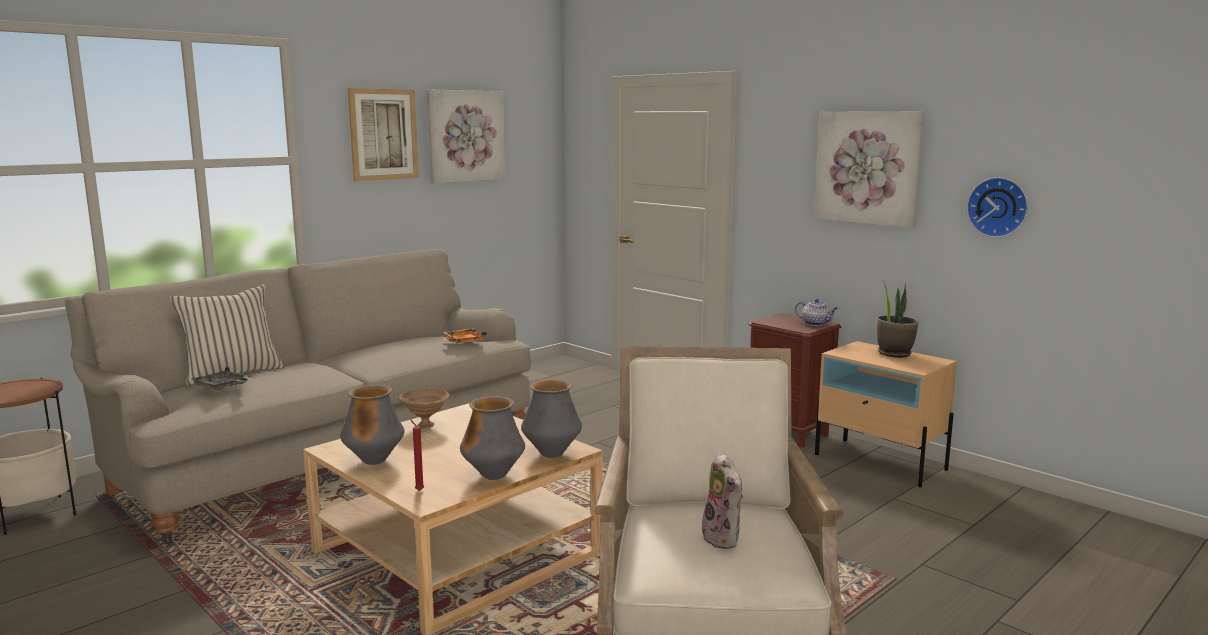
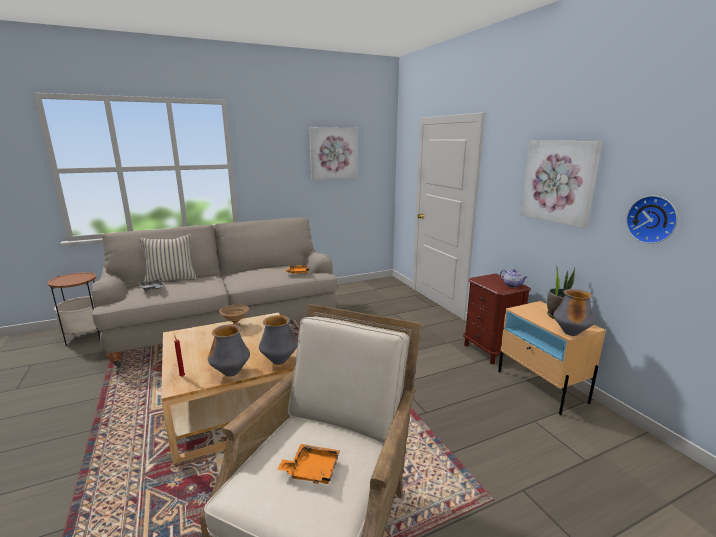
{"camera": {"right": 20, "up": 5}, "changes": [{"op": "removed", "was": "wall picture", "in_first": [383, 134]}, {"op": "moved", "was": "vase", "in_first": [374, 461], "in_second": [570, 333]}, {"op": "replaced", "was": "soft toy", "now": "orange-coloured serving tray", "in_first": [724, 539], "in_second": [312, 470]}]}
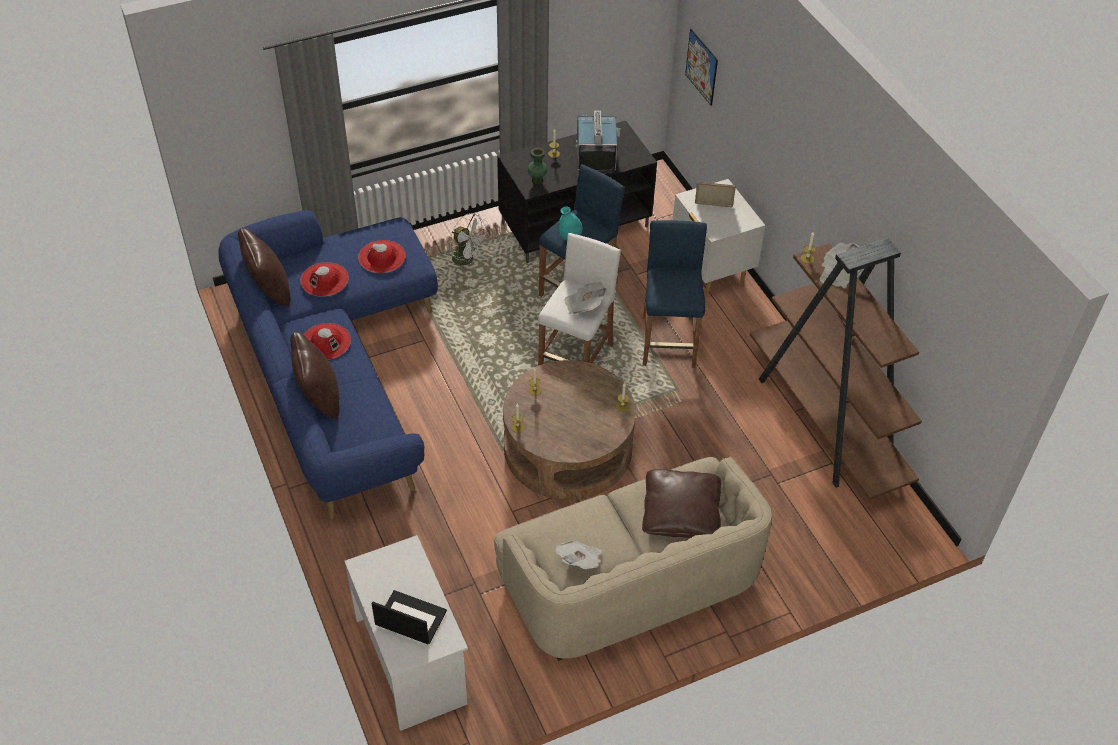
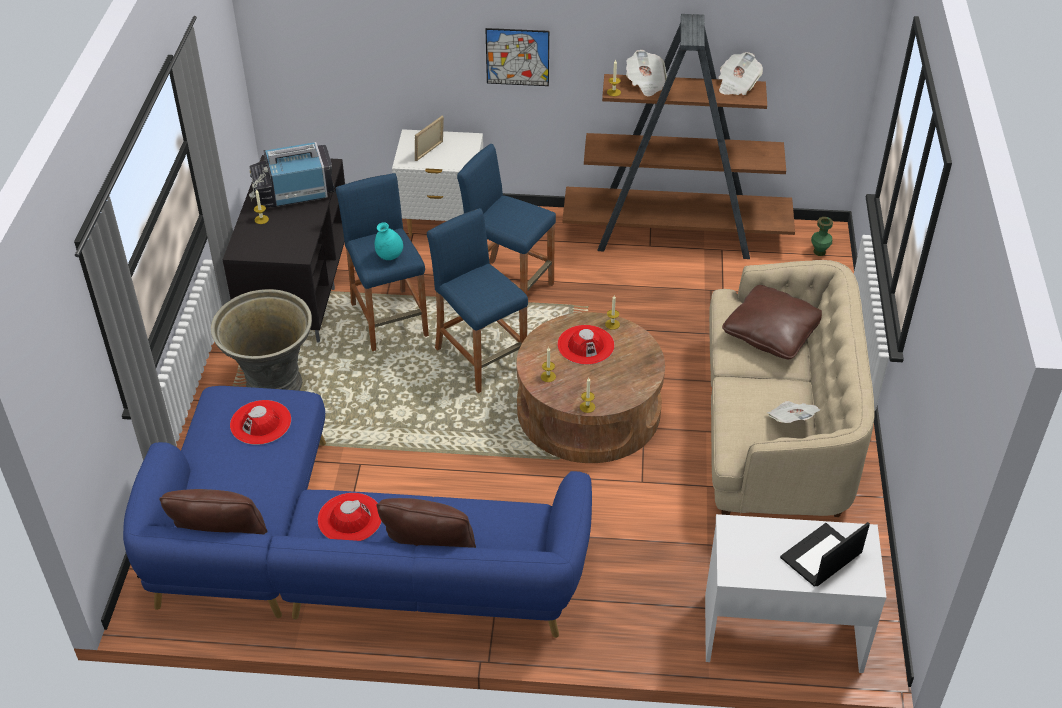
{"camera": {"right": -60, "up": -5}, "changes": [{"op": "moved", "was": "wall picture", "in_first": [701, 67], "in_second": [517, 57]}, {"op": "turned", "was": "television", "in_first": [596, 155], "in_second": [293, 193], "clockwise": -45}, {"op": "moved", "was": "greenish vase", "in_first": [537, 180], "in_second": [819, 252]}, {"op": "replaced", "was": "white cooling fan", "now": "grey planter", "in_first": [467, 260], "in_second": [272, 385]}, {"op": "recoloured", "was": "white stool seat", "now": "blue stool seat", "in_first": [576, 359], "in_second": [481, 358]}, {"op": "moved", "was": "reddish hat", "in_first": [324, 279], "in_second": [585, 345]}, {"op": "moved", "was": "newspaper", "in_first": [584, 305], "in_second": [737, 85]}]}
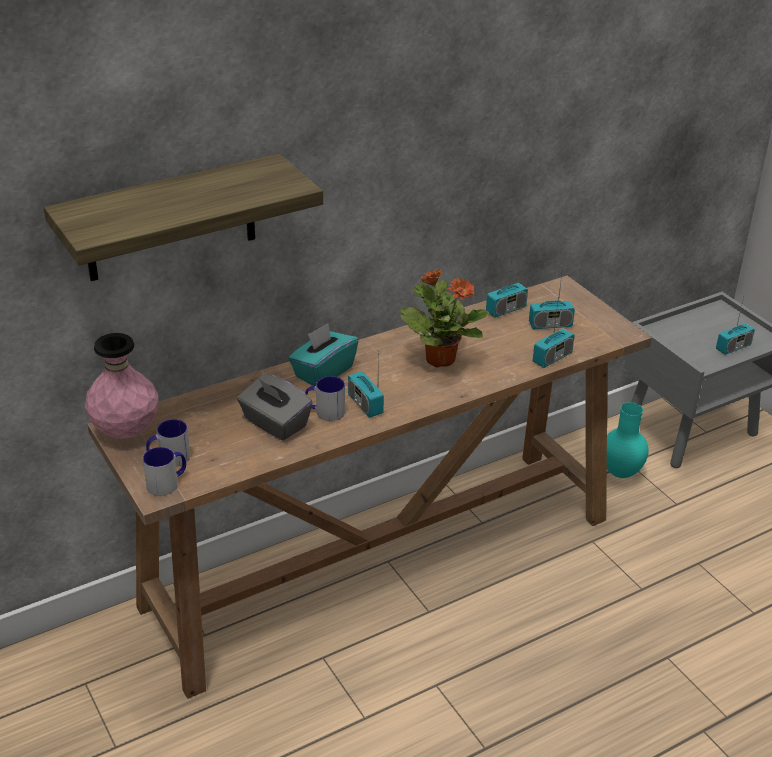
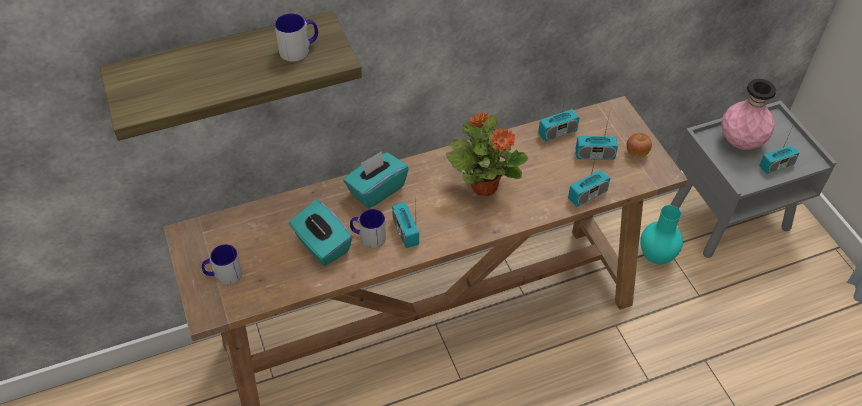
{"camera": {"right": 10, "up": 15}, "changes": [{"op": "moved", "was": "pinkish vase", "in_first": [126, 432], "in_second": [740, 142]}, {"op": "recoloured", "was": "grey box of tissues", "now": "turquoise-coloured box of tissues", "in_first": [275, 424], "in_second": [322, 245]}, {"op": "moved", "was": "coffee mug", "in_first": [167, 483], "in_second": [299, 49]}, {"op": "added", "now": "whole apple", "in_second": [636, 153]}]}
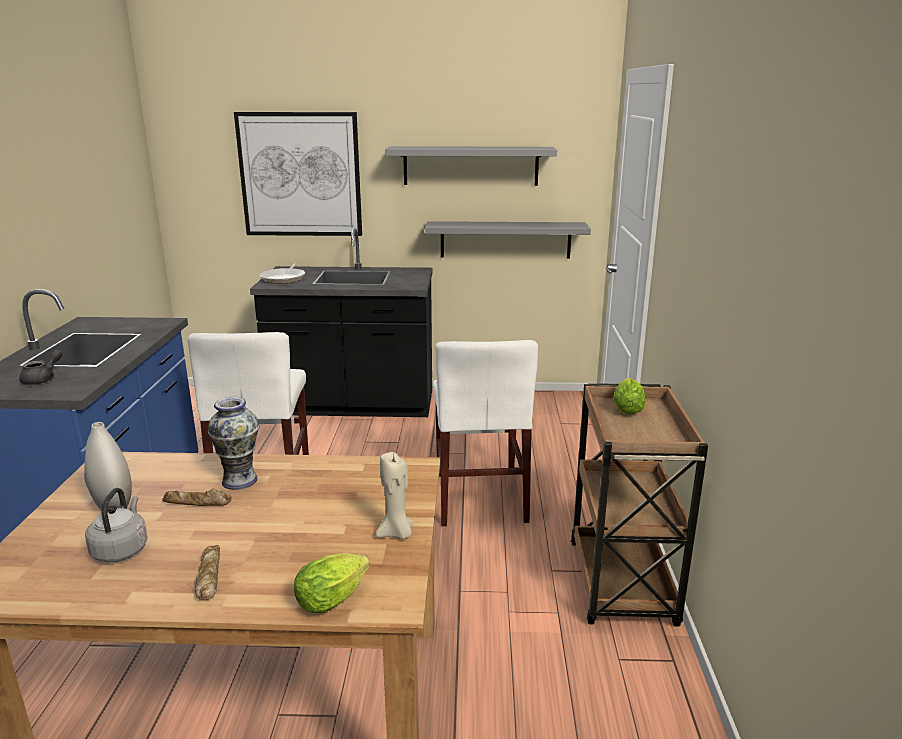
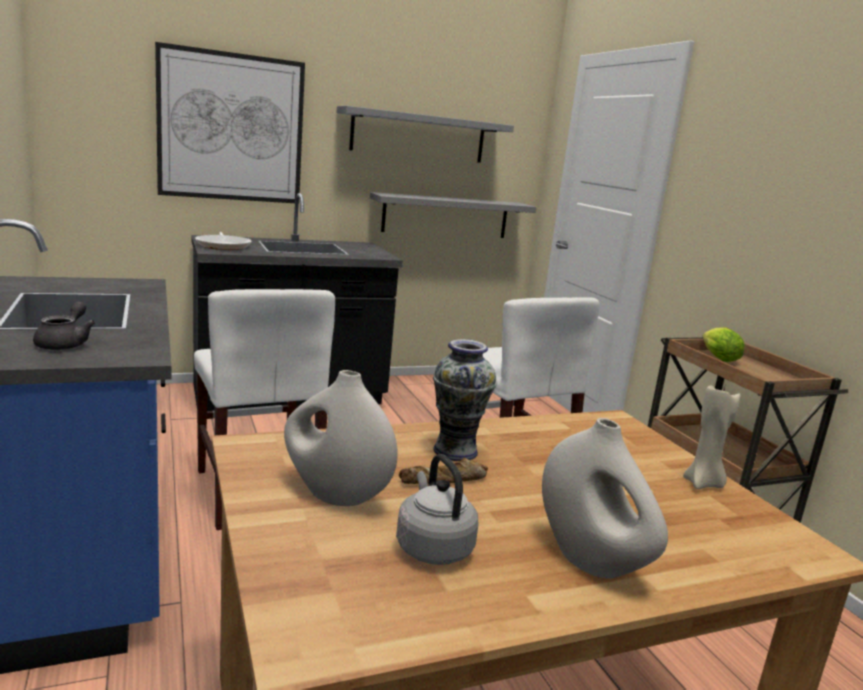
{"camera": {"right": -25, "up": -5}, "changes": [{"op": "replaced", "was": "bread", "now": "white vase", "in_first": [208, 577], "in_second": [590, 560]}, {"op": "removed", "was": "lettuce", "in_first": [335, 598]}]}
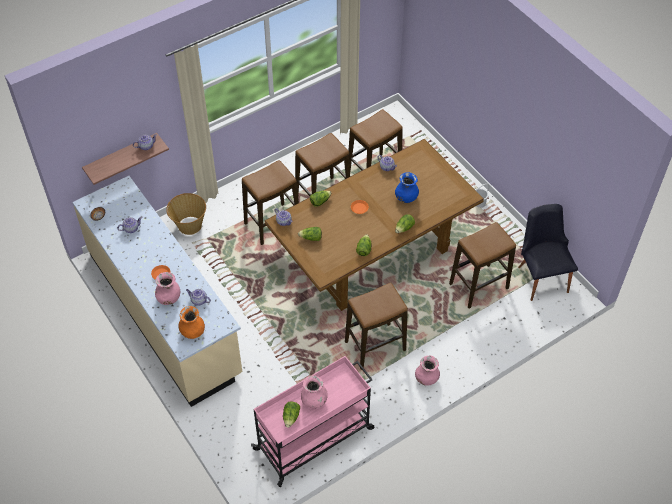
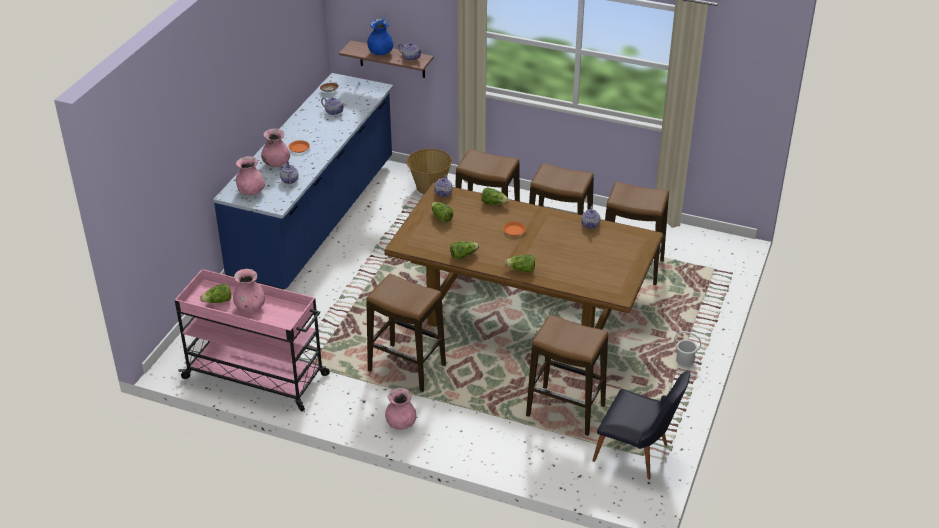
{"camera": {"right": 55, "up": -15}, "changes": [{"op": "moved", "was": "blue vase", "in_first": [406, 198], "in_second": [380, 53]}, {"op": "recoloured", "was": "sand-coloured counter", "now": "blue counter", "in_first": [164, 313], "in_second": [316, 220]}, {"op": "turned", "was": "black-coloured upright chair", "in_first": [541, 275], "in_second": [637, 455], "clockwise": 75}, {"op": "recoloured", "was": "orange-coloured vase", "now": "pinkish vase", "in_first": [192, 331], "in_second": [251, 192]}]}
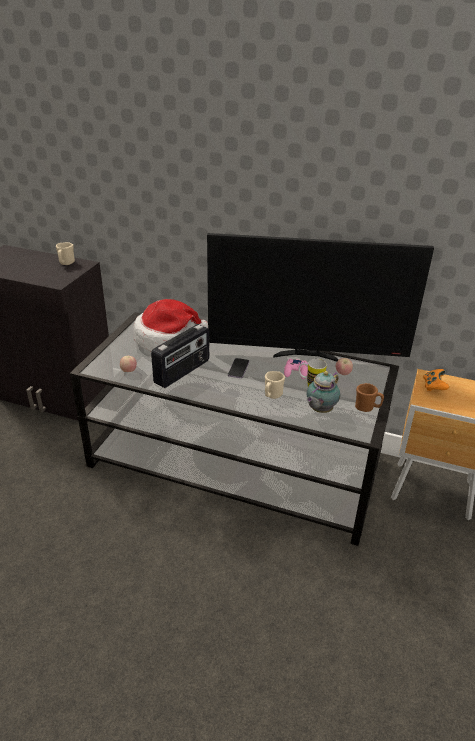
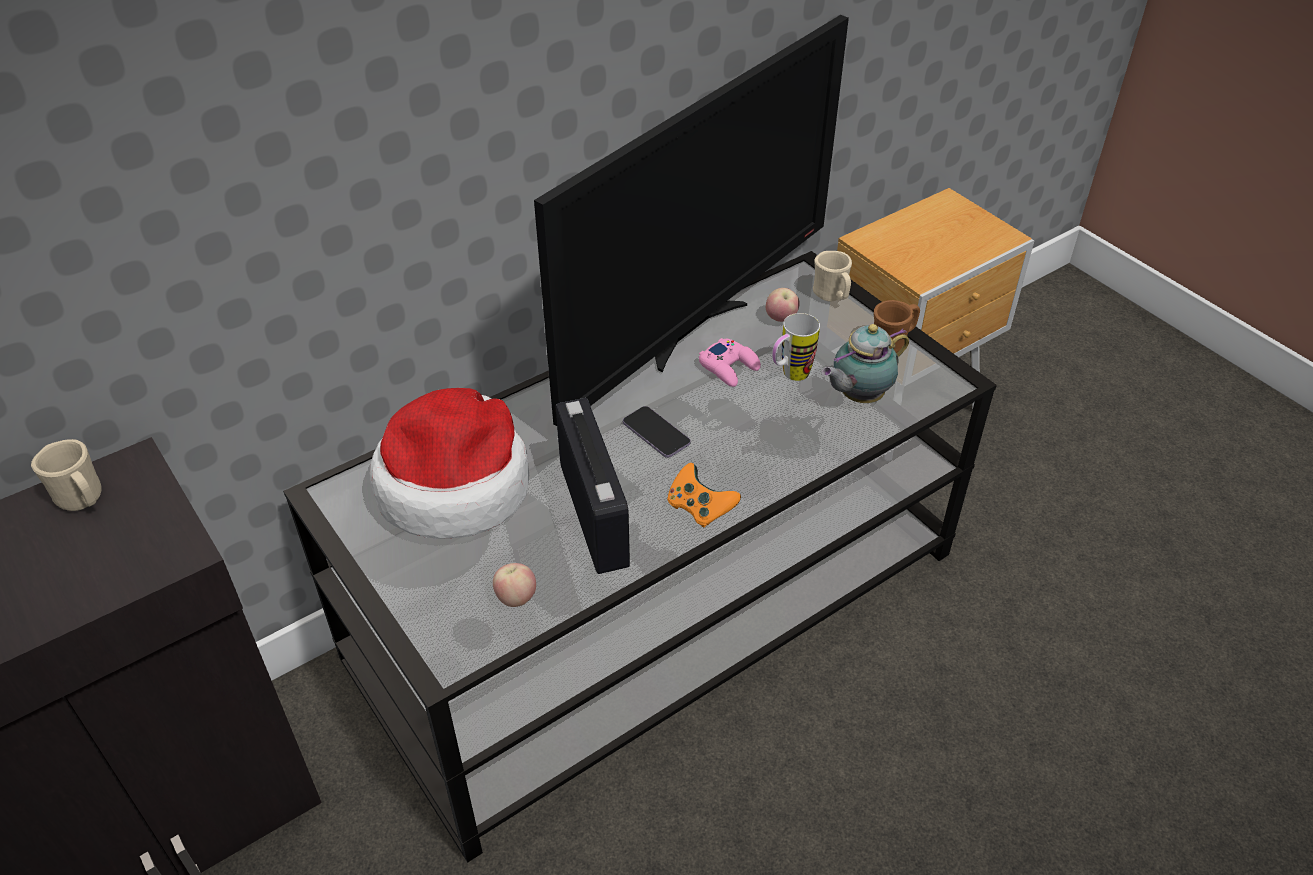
{"camera": {"right": -55, "up": 10}, "changes": [{"op": "moved", "was": "orange-coloured gamepad", "in_first": [433, 386], "in_second": [699, 508]}, {"op": "moved", "was": "sand-coloured coffee mug", "in_first": [272, 395], "in_second": [832, 296]}, {"op": "turned", "was": "pot for tea", "in_first": [320, 410], "in_second": [858, 396], "clockwise": 75}]}
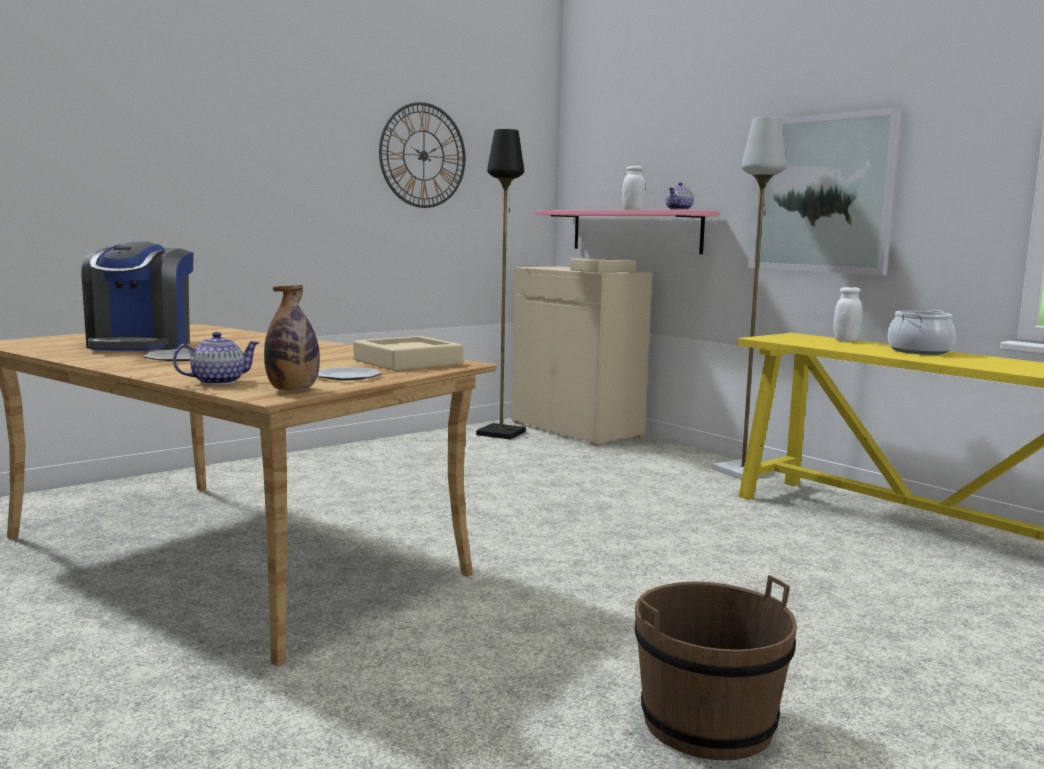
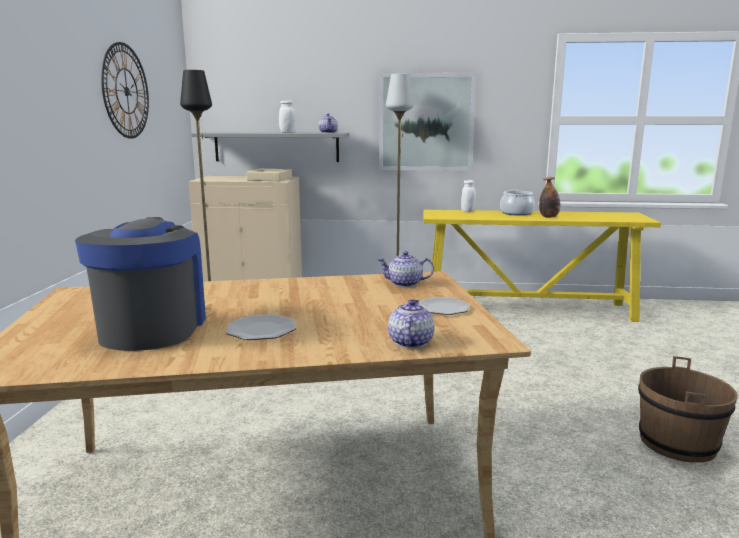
{"camera": {"right": -45, "up": 5}, "changes": [{"op": "recoloured", "was": "pinkish wall shelf", "now": "grey wall shelf", "in_first": [635, 231], "in_second": [276, 147]}, {"op": "turned", "was": "coffee brewer", "in_first": [142, 345], "in_second": [152, 328], "clockwise": -135}, {"op": "moved", "was": "drink bottle", "in_first": [293, 390], "in_second": [549, 217]}, {"op": "replaced", "was": "sand-coloured serving tray", "now": "pot for tea", "in_first": [407, 362], "in_second": [405, 284]}]}
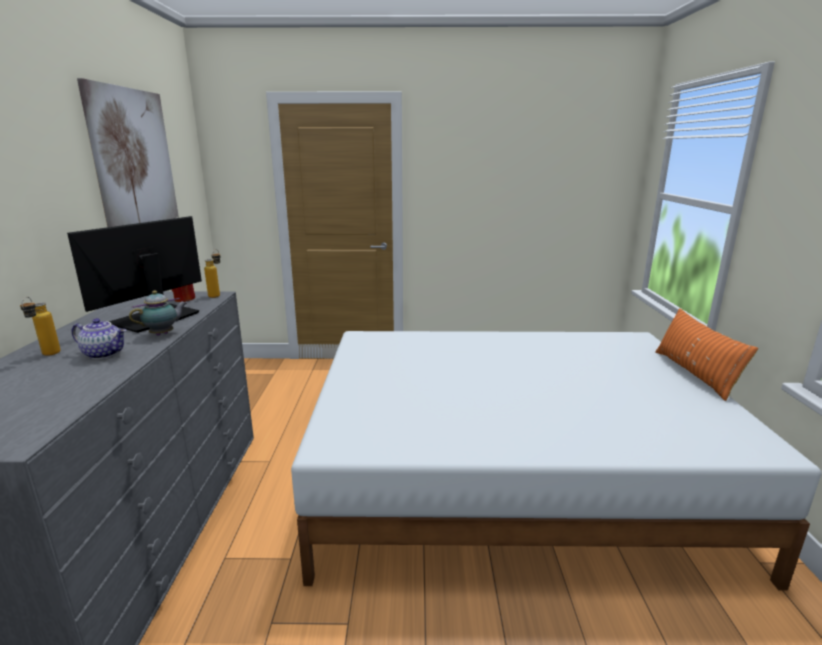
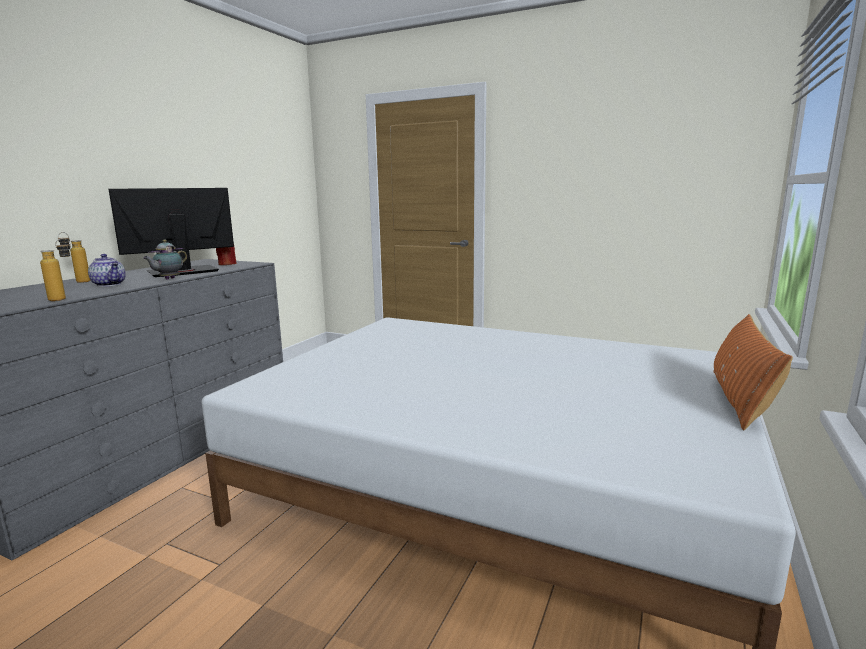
{"camera": {"right": 25, "up": -5}, "changes": [{"op": "removed", "was": "wall picture", "in_first": [134, 159]}, {"op": "moved", "was": "drink bottle", "in_first": [217, 295], "in_second": [64, 299]}, {"op": "turned", "was": "pot for tea", "in_first": [164, 334], "in_second": [168, 279], "clockwise": 135}]}
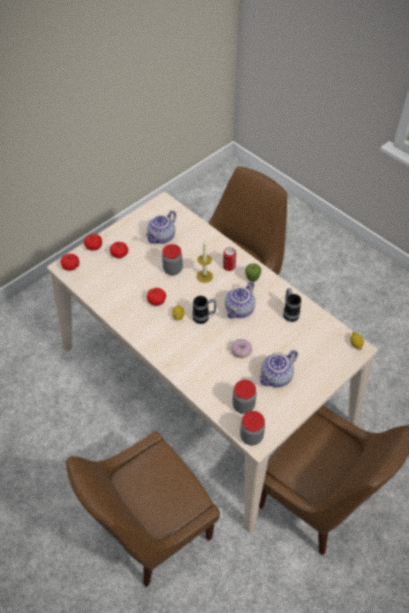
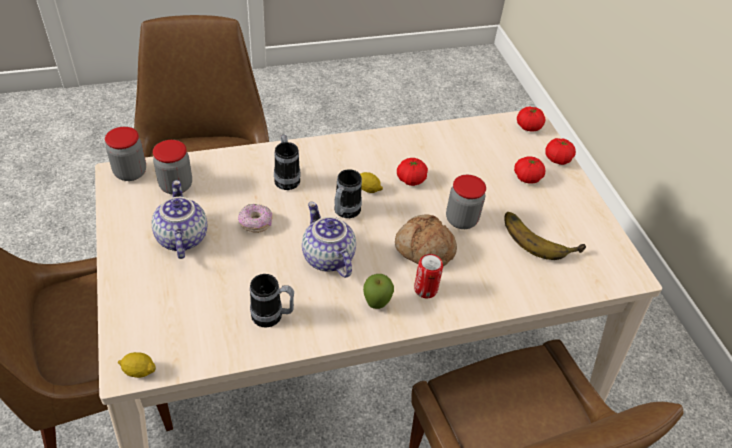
{"camera": {"right": 115, "up": -5}, "changes": [{"op": "replaced", "was": "pot for tea", "now": "banana fruit", "in_first": [162, 237], "in_second": [540, 236]}, {"op": "replaced", "was": "wax light", "now": "bread", "in_first": [204, 276], "in_second": [424, 249]}, {"op": "added", "now": "coffee mug", "in_second": [286, 178]}]}
